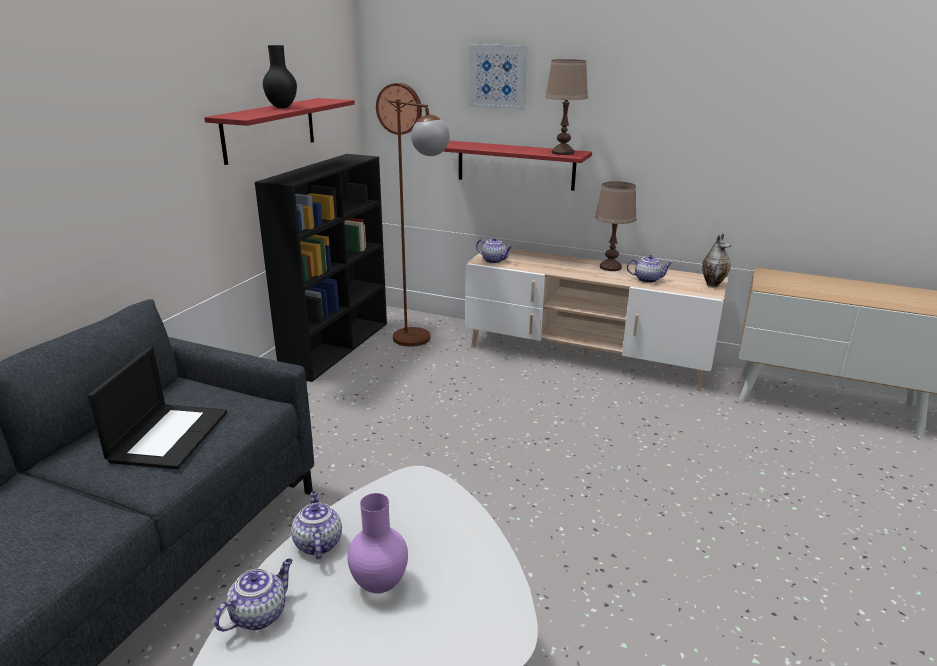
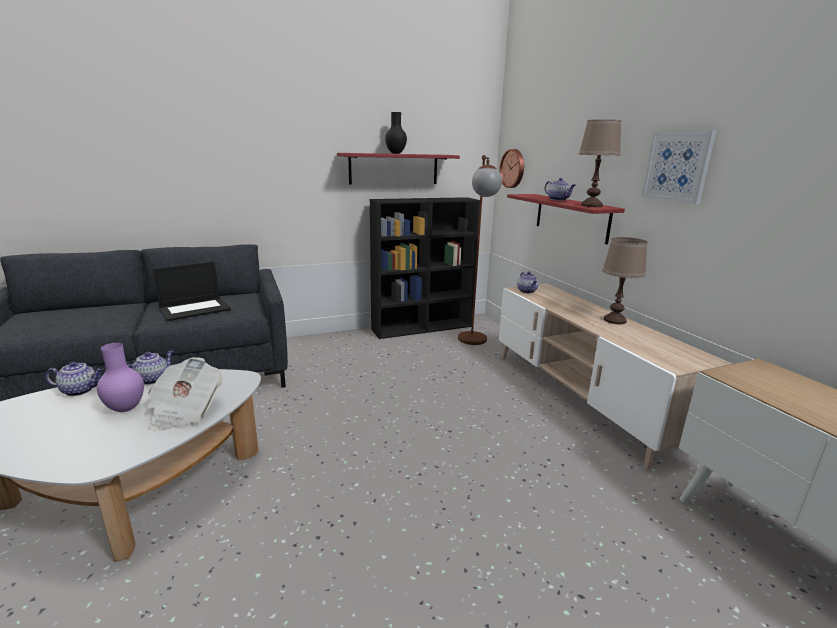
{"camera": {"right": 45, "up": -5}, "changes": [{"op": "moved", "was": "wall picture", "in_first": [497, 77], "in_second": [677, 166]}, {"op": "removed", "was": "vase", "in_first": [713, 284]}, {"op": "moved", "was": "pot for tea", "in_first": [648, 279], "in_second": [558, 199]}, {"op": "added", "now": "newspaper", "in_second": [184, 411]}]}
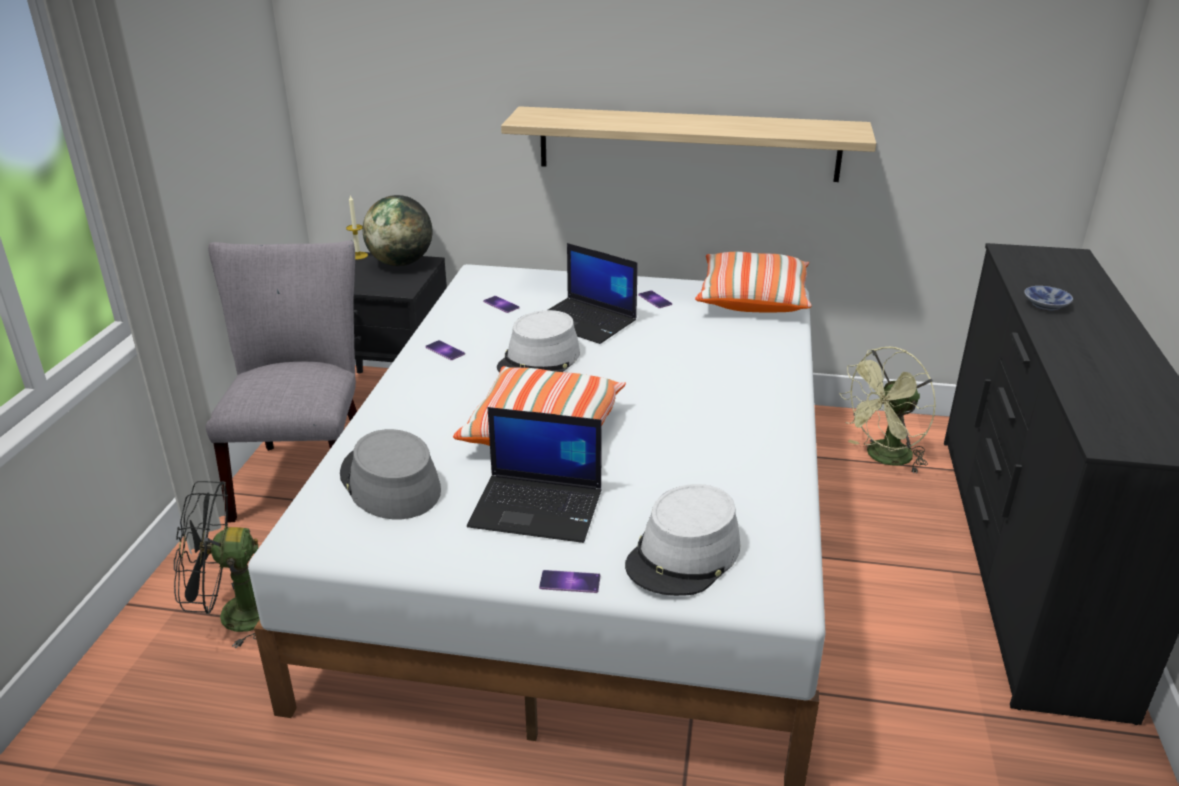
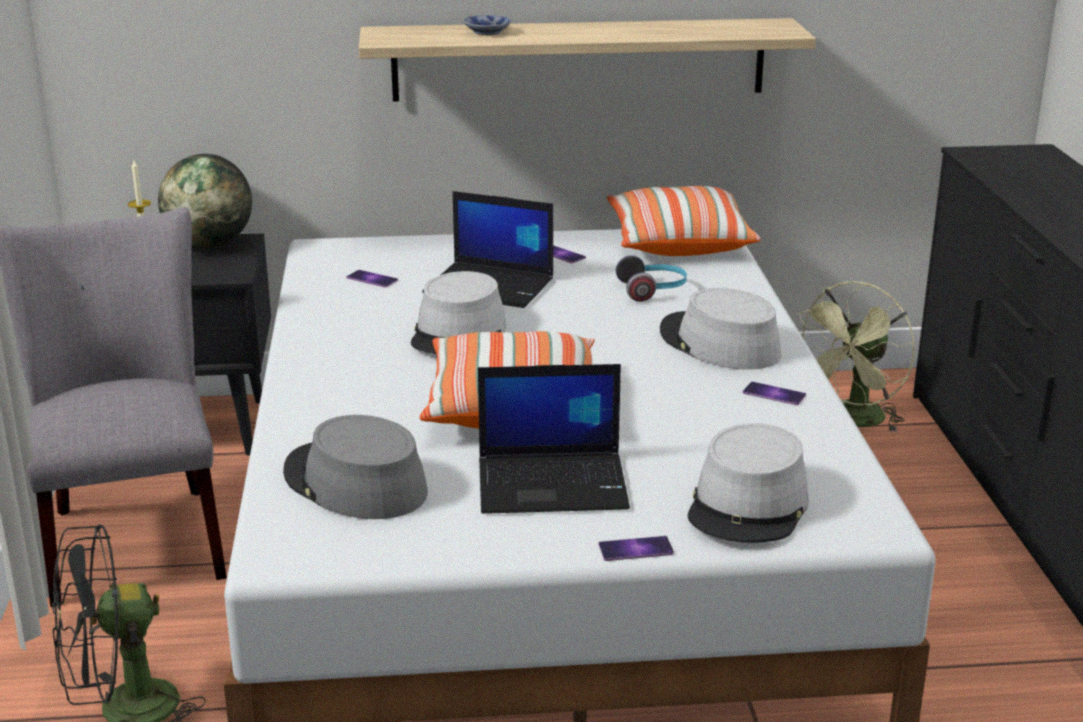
{"camera": {"right": -15, "up": -5}, "changes": [{"op": "moved", "was": "serving bowl", "in_first": [1044, 305], "in_second": [485, 32]}, {"op": "moved", "was": "handset", "in_first": [445, 350], "in_second": [774, 394]}, {"op": "added", "now": "headset", "in_second": [653, 291]}, {"op": "added", "now": "grey hat", "in_second": [719, 343]}]}
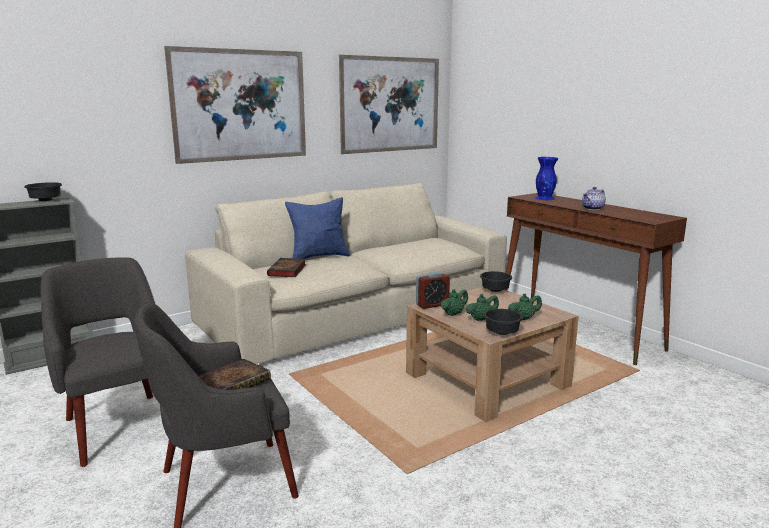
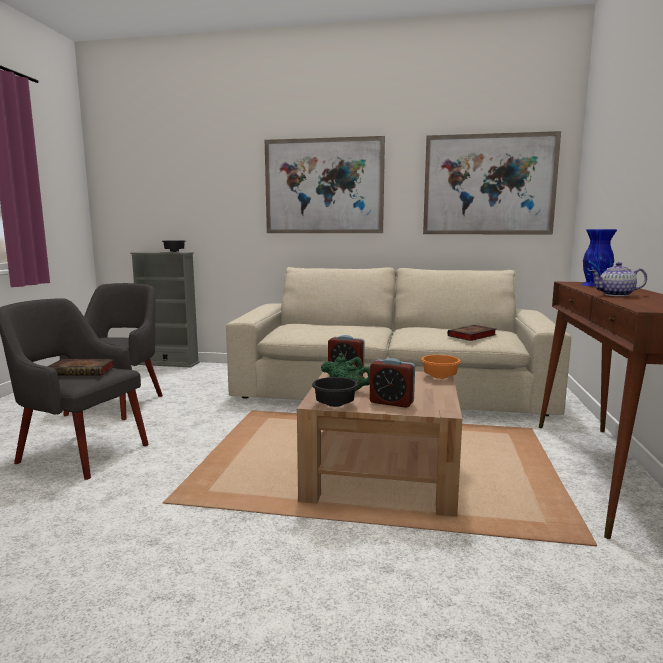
{"camera": {"right": 45, "up": -5}, "changes": [{"op": "removed", "was": "blue throw pillow", "in_first": [319, 257]}, {"op": "moved", "was": "volume", "in_first": [287, 271], "in_second": [471, 336]}, {"op": "recoloured", "was": "black-coloured serving bowl", "now": "orange-coloured serving bowl", "in_first": [496, 290], "in_second": [440, 377]}, {"op": "replaced", "was": "greenish pot for tea", "now": "alarm clock", "in_first": [523, 319], "in_second": [391, 402]}]}
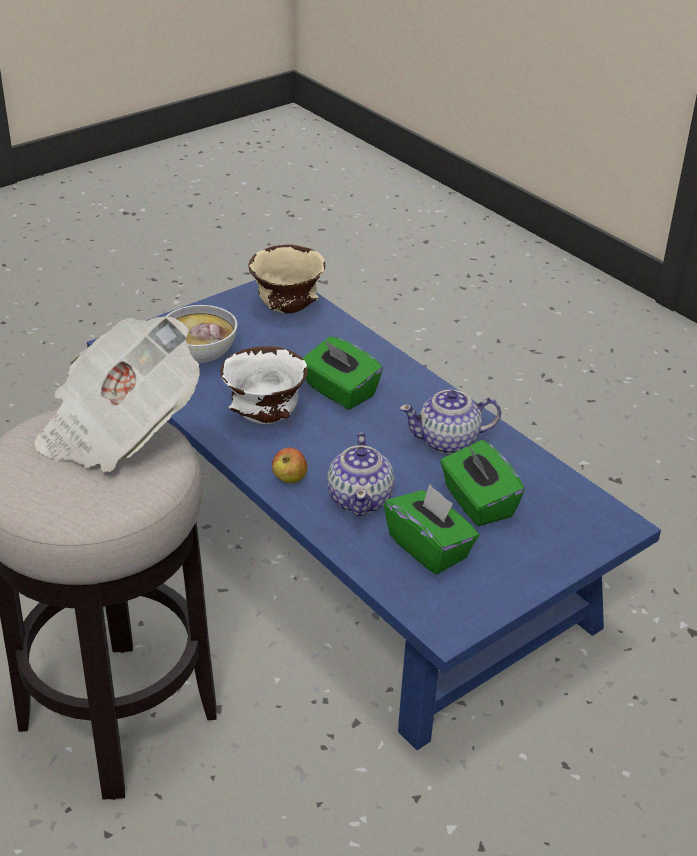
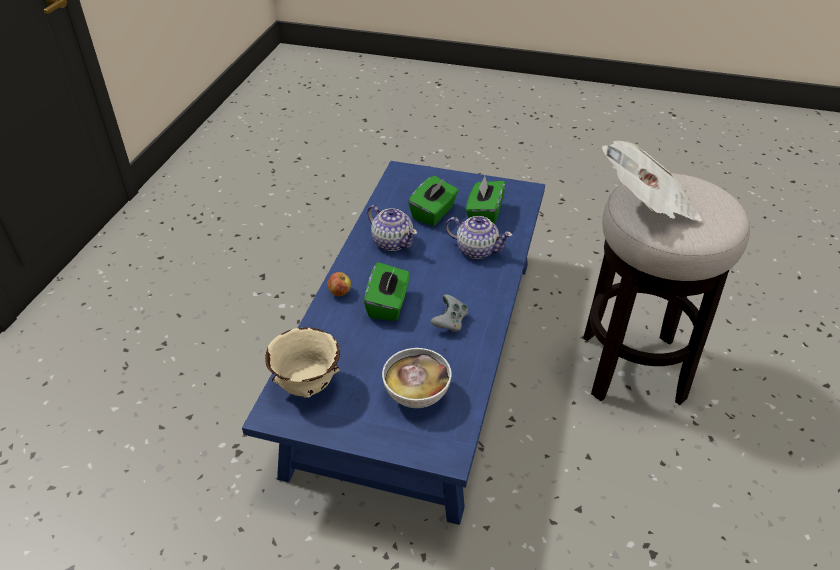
{"camera": {"right": -125, "up": 5}, "changes": [{"op": "replaced", "was": "white serving bowl", "now": "grey gamepad", "in_first": [264, 417], "in_second": [450, 322]}, {"op": "turned", "was": "pot for tea", "in_first": [361, 499], "in_second": [476, 249], "clockwise": 60}, {"op": "moved", "was": "whole apple", "in_first": [289, 478], "in_second": [340, 292]}]}
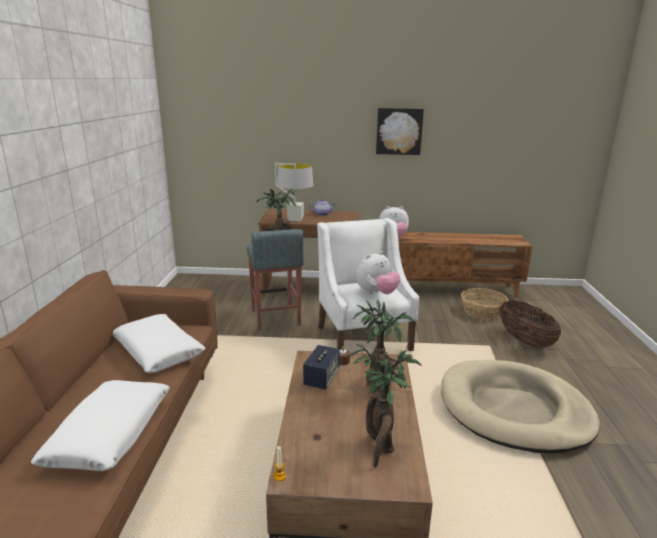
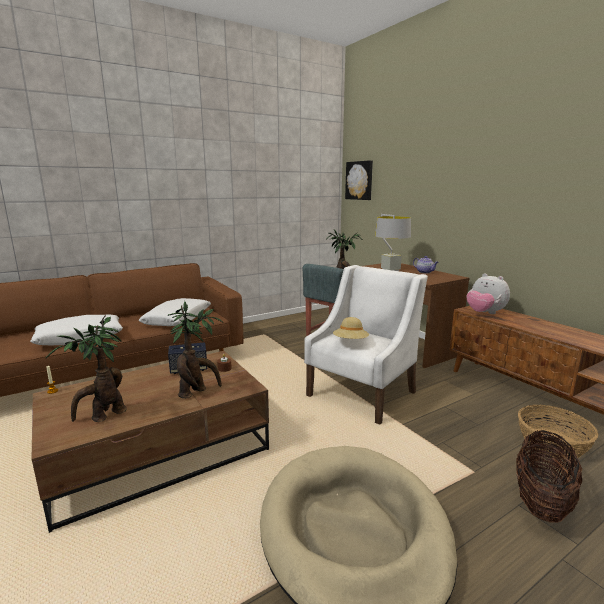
{"camera": {"right": 55, "up": -5}, "changes": [{"op": "moved", "was": "wall picture", "in_first": [399, 131], "in_second": [359, 180]}, {"op": "replaced", "was": "soft toy", "now": "sand-coloured hat", "in_first": [376, 293], "in_second": [350, 342]}]}
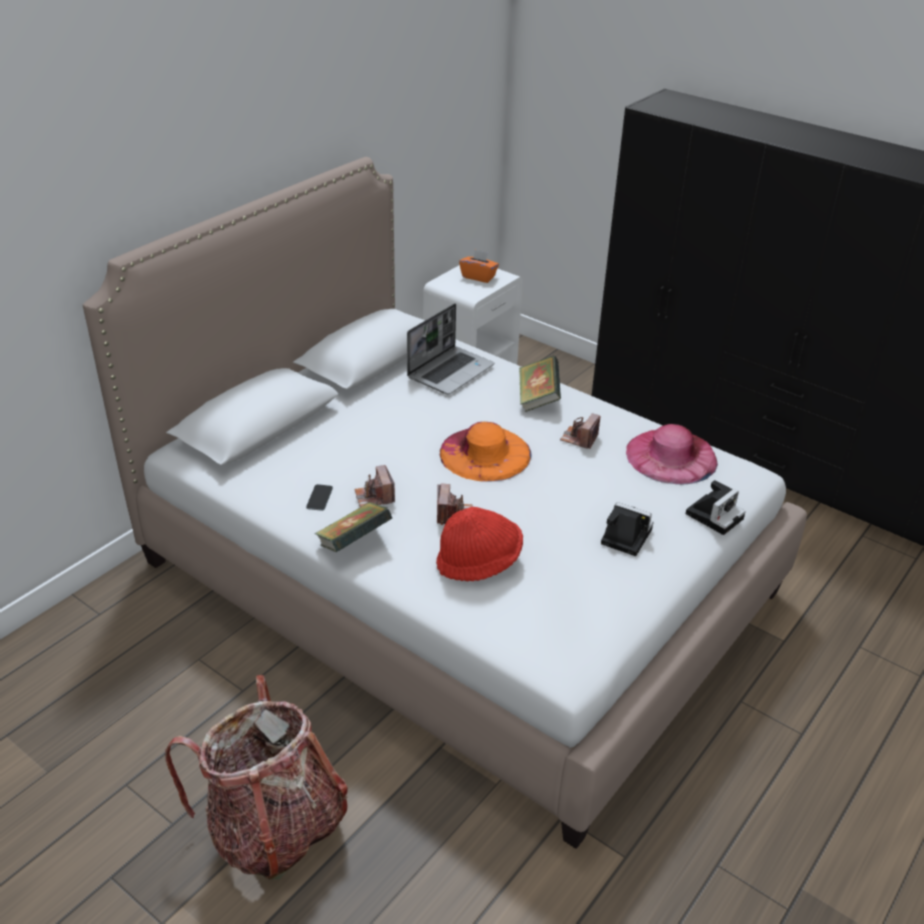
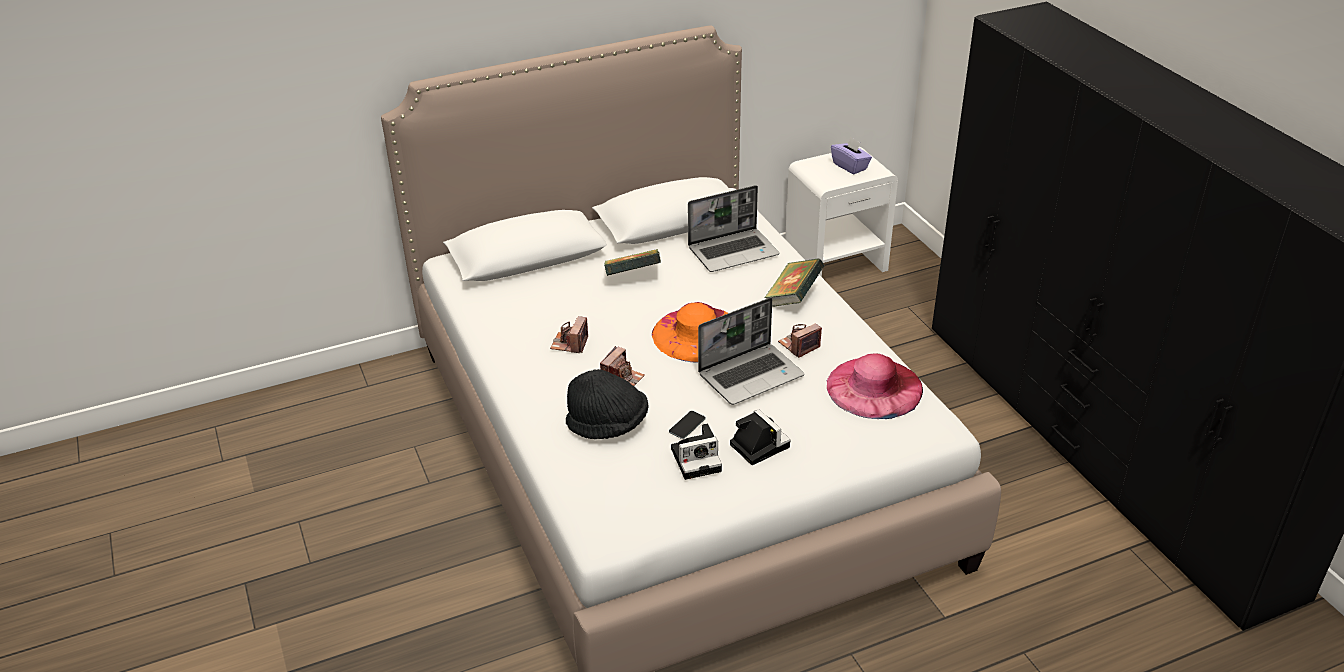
{"camera": {"right": 30, "up": 0}, "changes": [{"op": "recoloured", "was": "orange-coloured box of tissues", "now": "purplish box of tissues", "in_first": [478, 277], "in_second": [850, 166]}, {"op": "moved", "was": "still camera", "in_first": [715, 515], "in_second": [698, 459]}, {"op": "moved", "was": "handset", "in_first": [319, 498], "in_second": [687, 425]}, {"op": "moved", "was": "volume", "in_first": [354, 543], "in_second": [633, 277]}, {"op": "recoloured", "was": "reddish hat", "now": "black-coloured hat", "in_first": [479, 562], "in_second": [608, 425]}, {"op": "removed", "was": "knapsack", "in_first": [274, 827]}, {"op": "added", "now": "notebook computer", "in_second": [751, 375]}]}
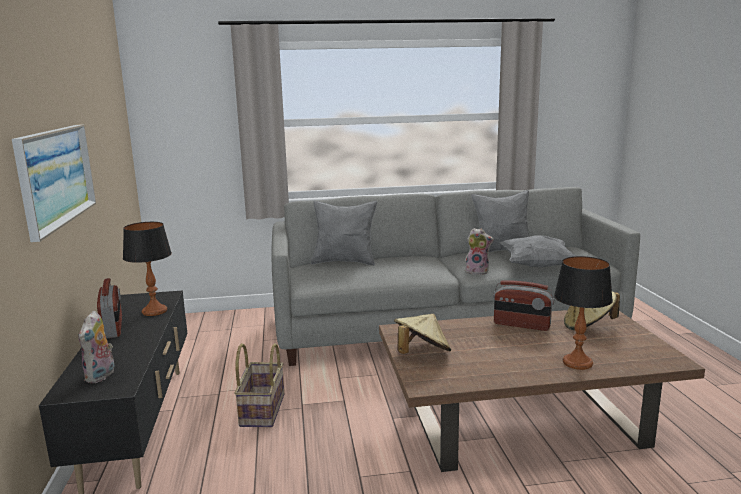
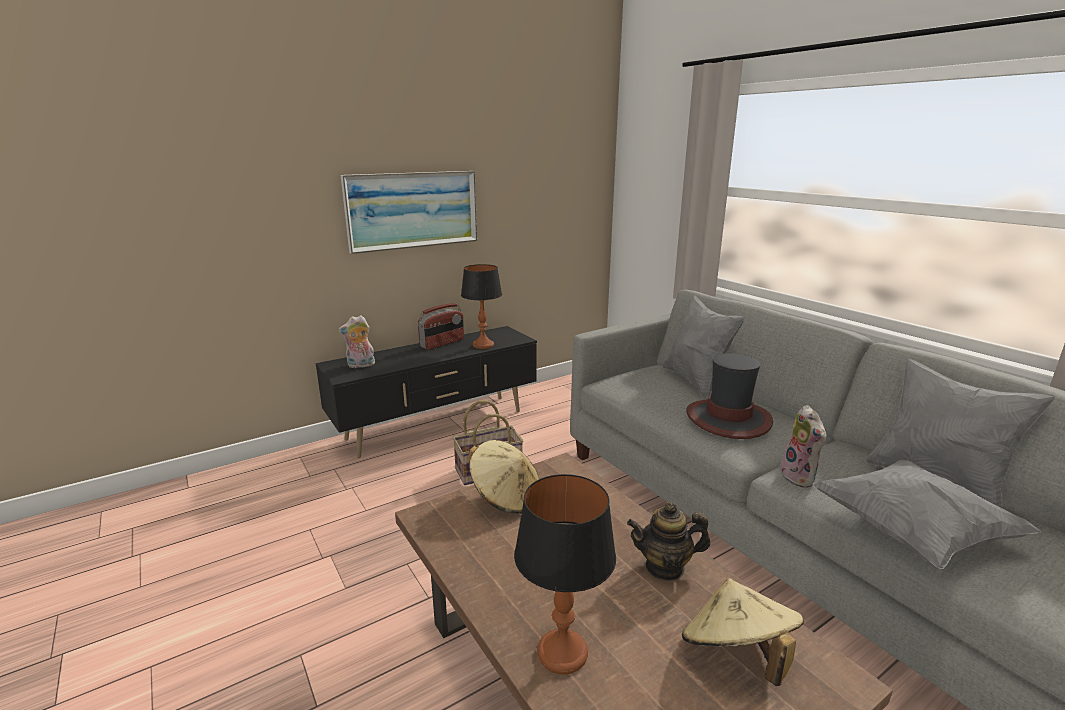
{"camera": {"right": 65, "up": 5}, "changes": [{"op": "replaced", "was": "radio receiver", "now": "pot for tea", "in_first": [521, 325], "in_second": [665, 567]}, {"op": "added", "now": "hat", "in_second": [728, 419]}]}
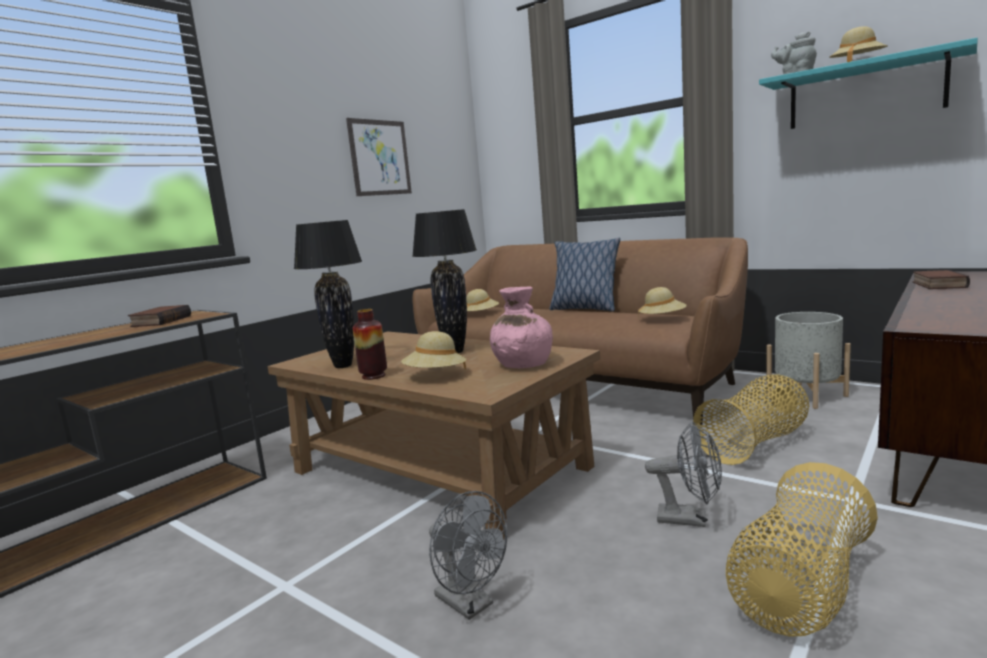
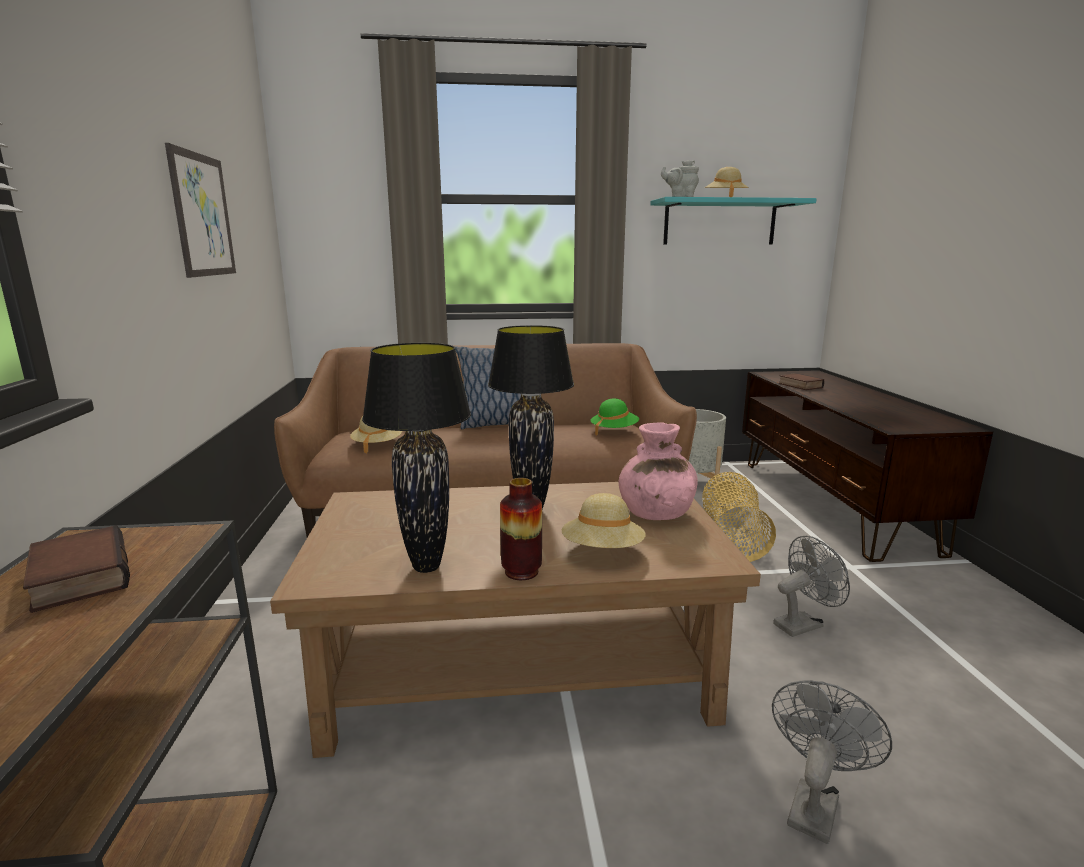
{"camera": {"right": -45, "up": 5}, "changes": [{"op": "recoloured", "was": "sand-coloured hat", "now": "greenish hat", "in_first": [662, 319], "in_second": [614, 431]}, {"op": "removed", "was": "basket", "in_first": [799, 589]}, {"op": "turned", "was": "grey cooling fan", "in_first": [470, 604], "in_second": [814, 803], "clockwise": -60}]}
